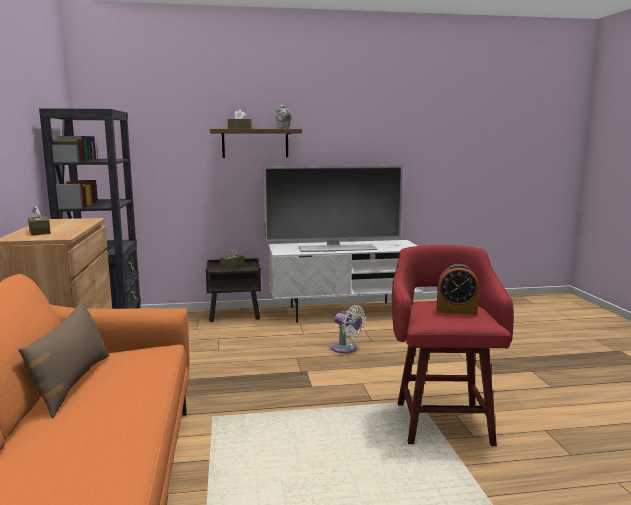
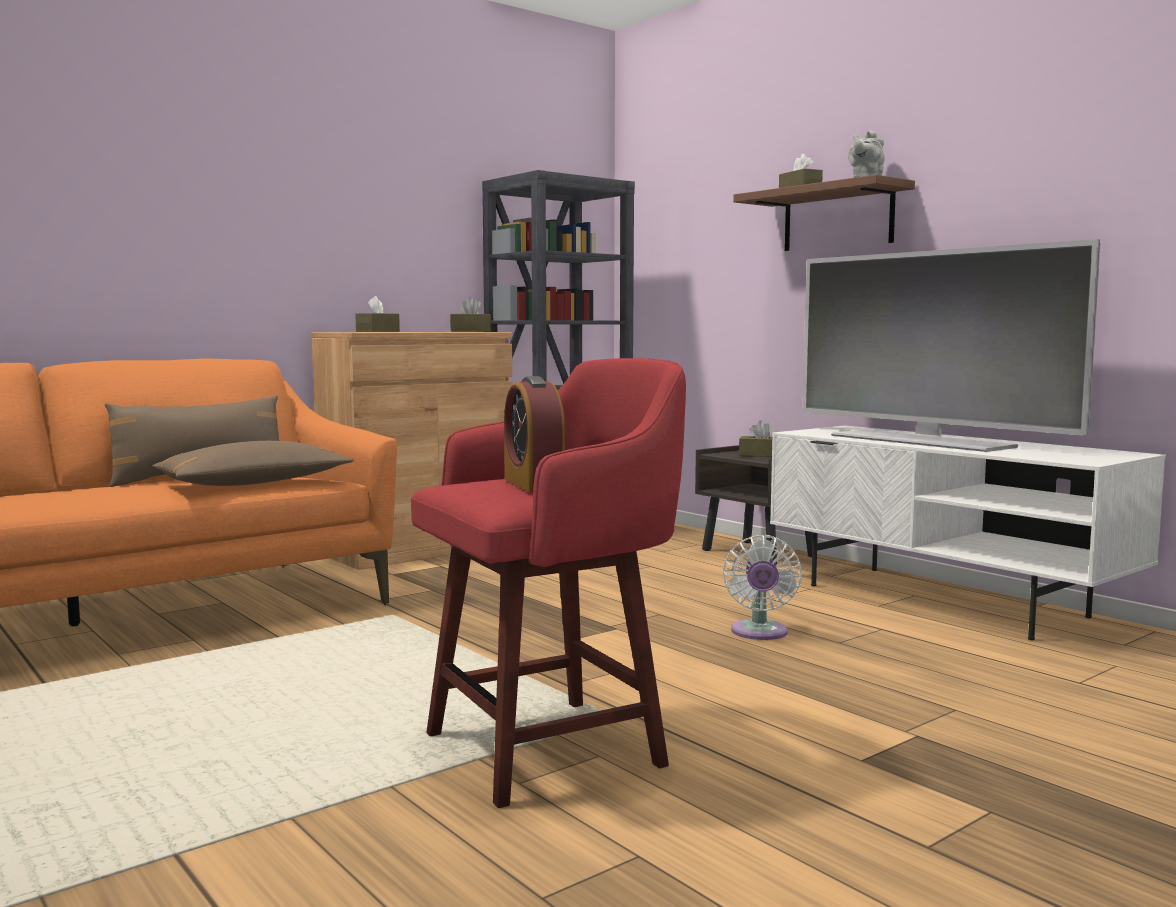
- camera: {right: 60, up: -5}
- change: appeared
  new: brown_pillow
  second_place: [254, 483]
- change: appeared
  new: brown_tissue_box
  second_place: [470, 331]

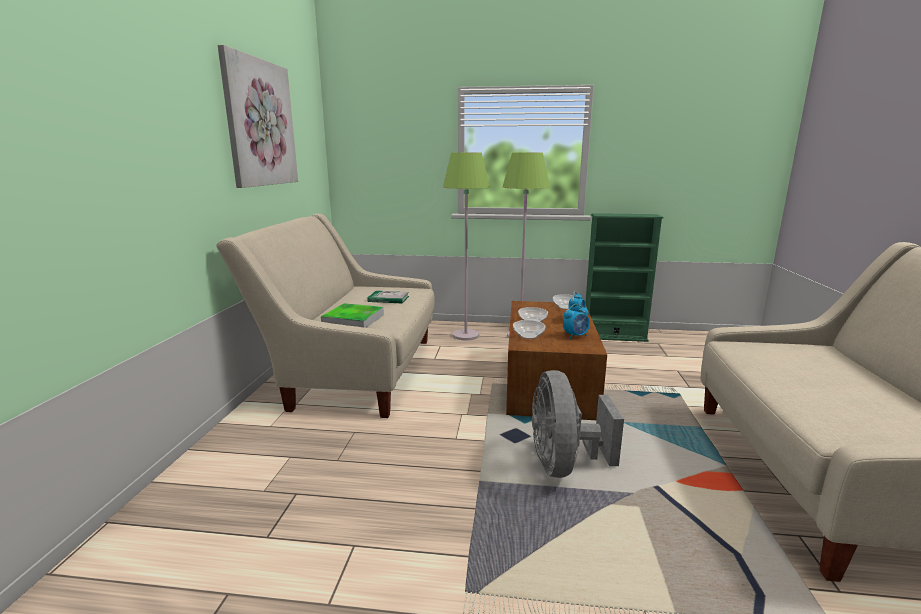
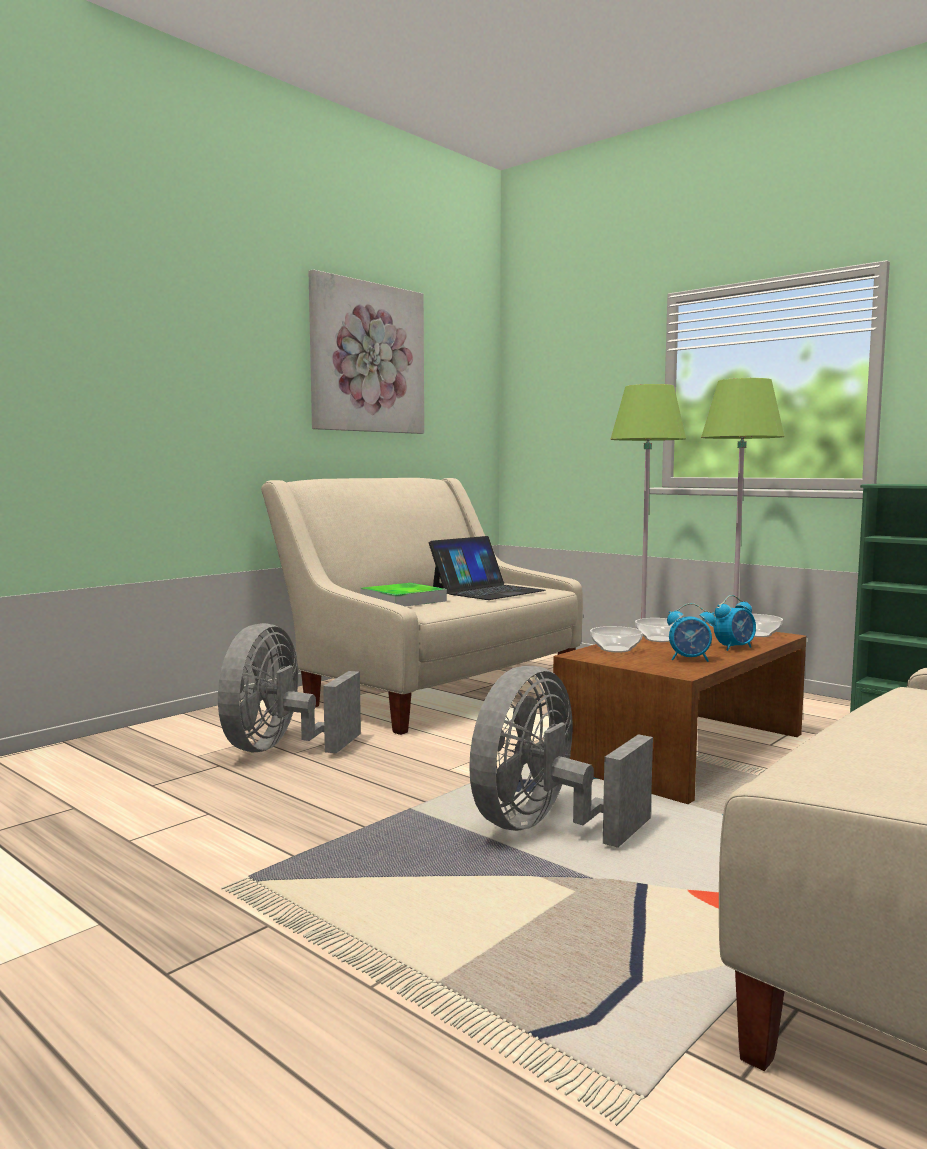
- camera: {right: 35, up: -10}
- change: appeared
  new: grey_fan
  second_place: [280, 749]
- change: exchanged
  old: book
  new: laptop
  first_place: [388, 299]
  second_place: [487, 591]

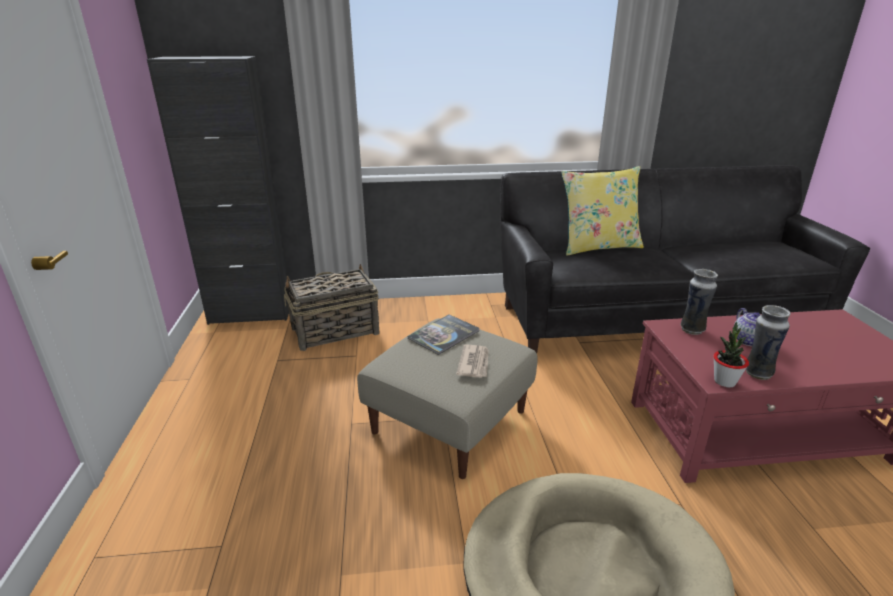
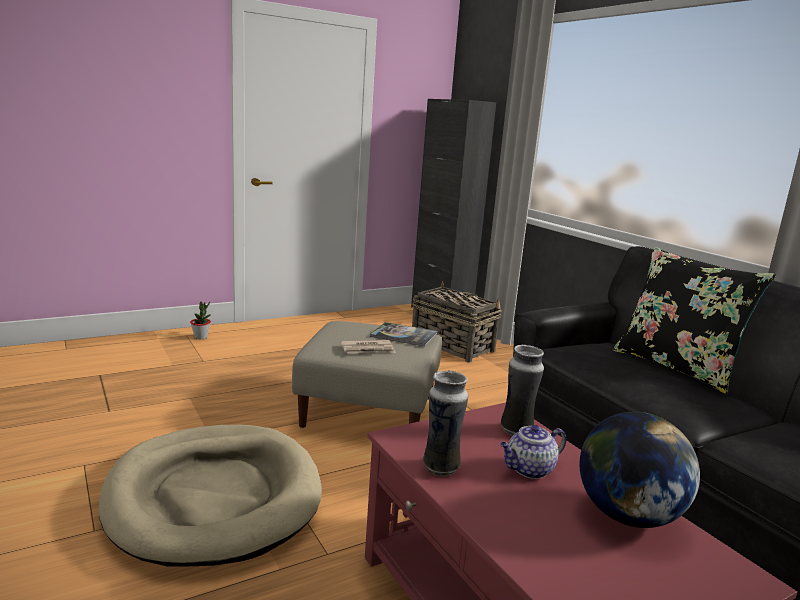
- camera: {right: 65, up: -10}
- change: relocated
  old: potted_plant
  first_place: [724, 381]
  second_place: [201, 337]
- change: appeared
  new: globe
  second_place: [627, 515]
- change: colour
  old: yellow_pillow
  new: black_pillow
  first_place: [598, 246]
  second_place: [676, 367]

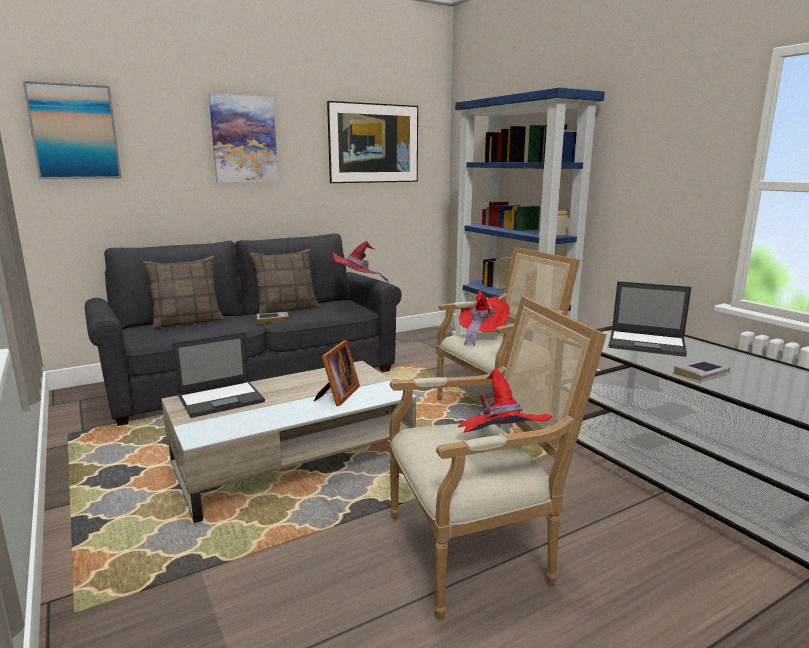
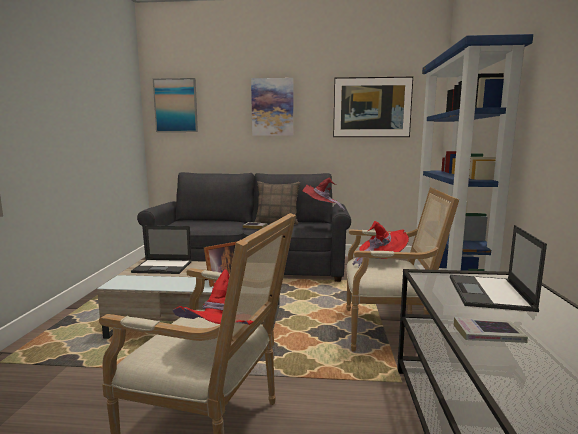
- camera: {right: 35, up: -5}
- change: spun
  old: laptop
  first_place: [647, 344]
  second_place: [490, 293]
  degrees: 45
- change: missing
  old: pillow
  first_place: [187, 322]

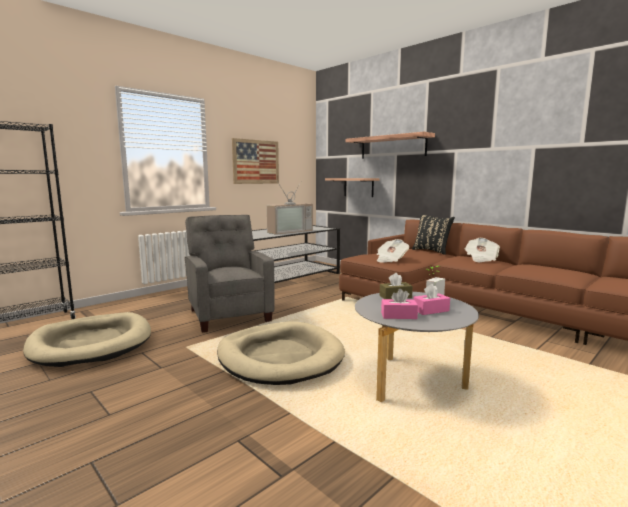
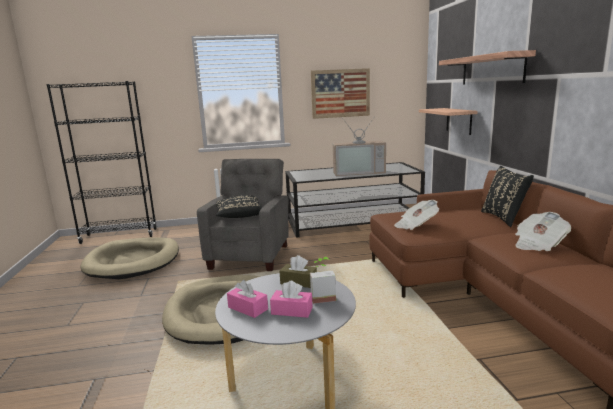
- camera: {right: 35, up: 5}
- change: appeared
  new: black_pillow
  second_place: [239, 216]

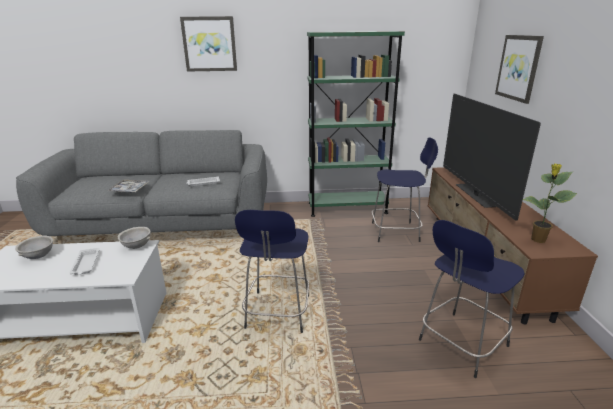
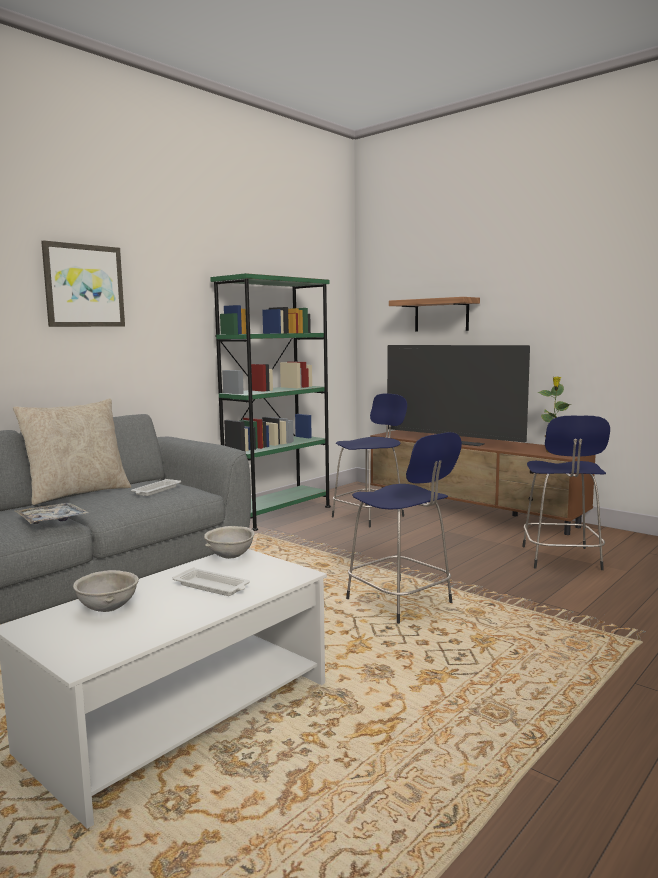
- camera: {right: -45, up: -15}
- change: appeared
  new: beige_pillow
  second_place: [77, 493]
- change: exchanged
  old: picture
  new: shelf
  first_place: [519, 67]
  second_place: [441, 315]

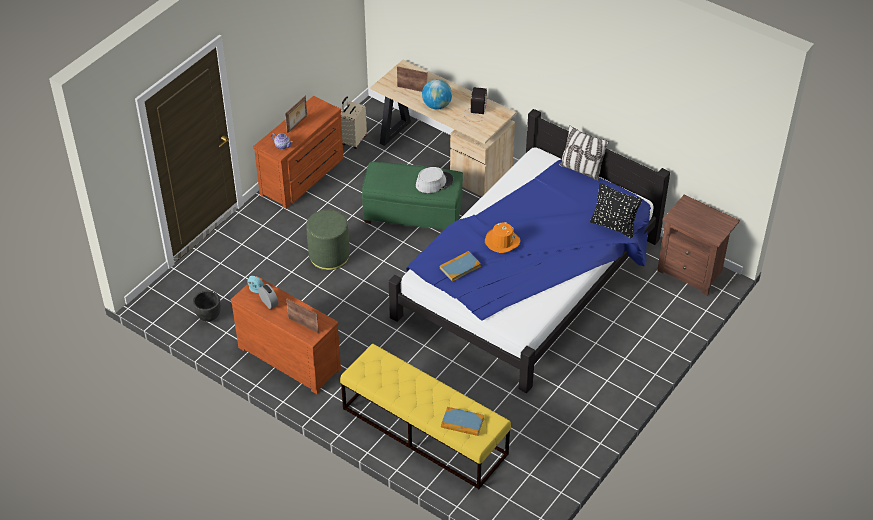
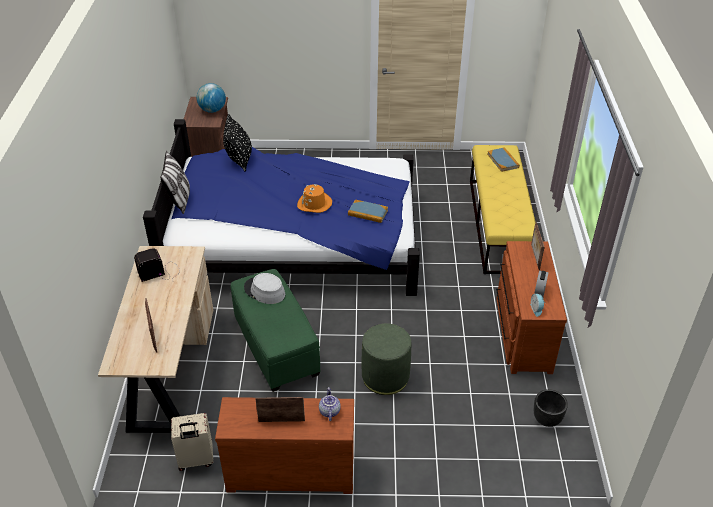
- camera: {right: -125, up: -5}
- change: relocated
  old: globe
  first_place: [437, 105]
  second_place: [212, 110]

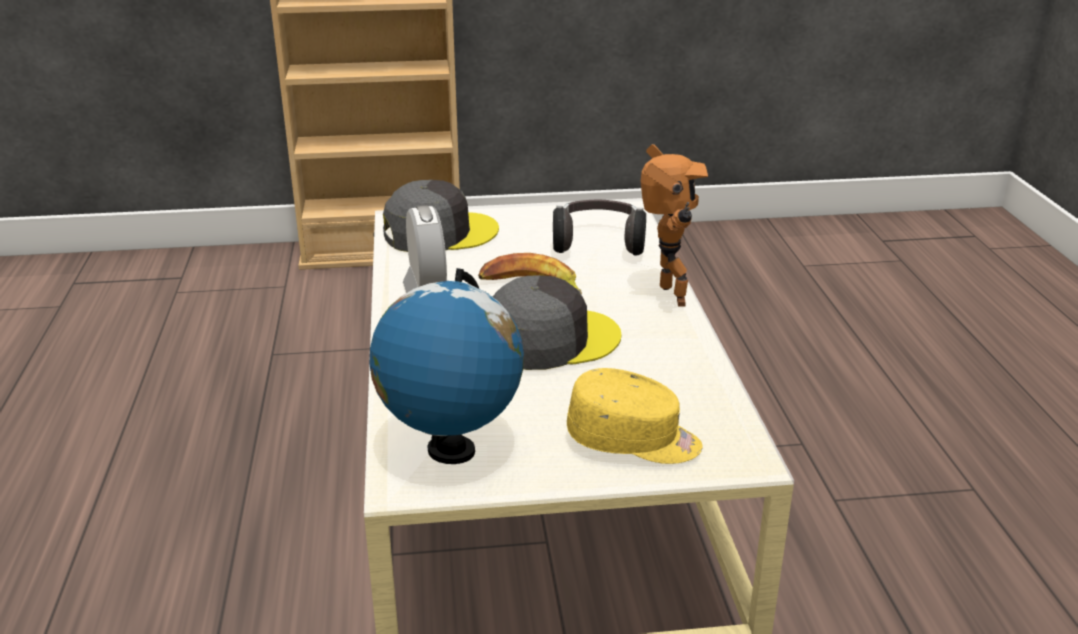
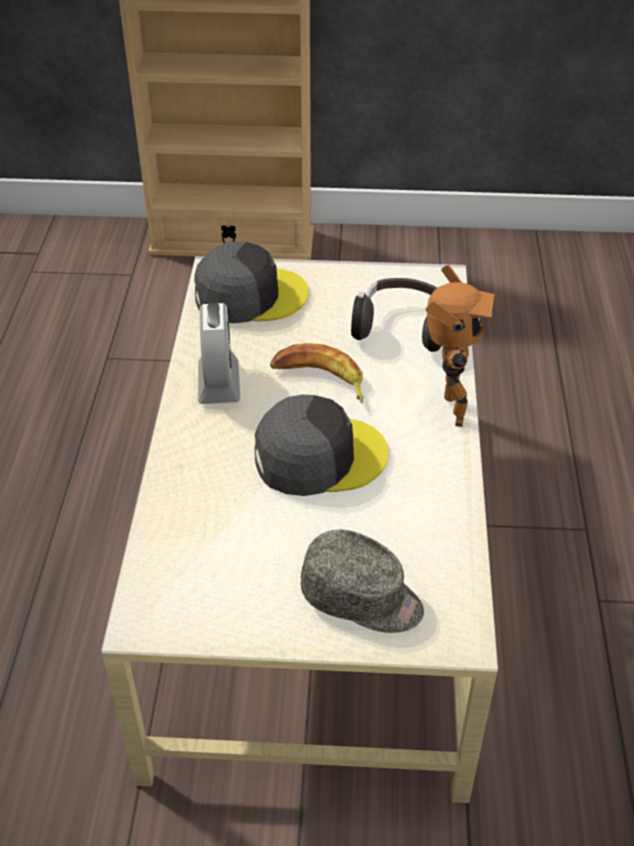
- camera: {right: 10, up: 15}
- change: colour
  old: yellow_cap
  new: grey_cap
  first_place: [634, 441]
  second_place: [362, 598]
- change: missing
  old: globe
  first_place: [450, 451]

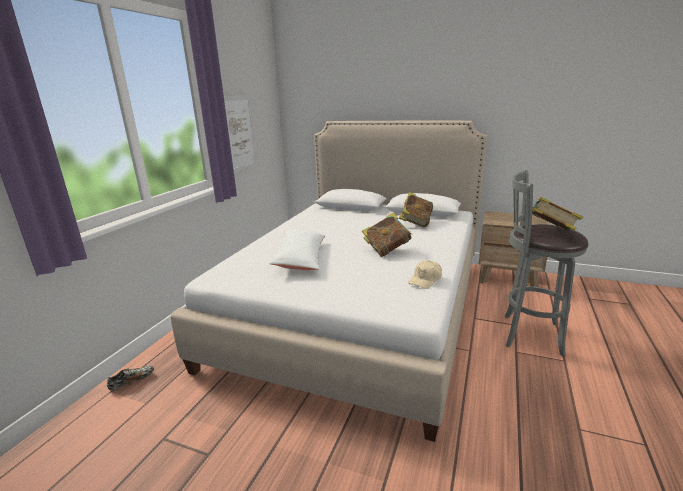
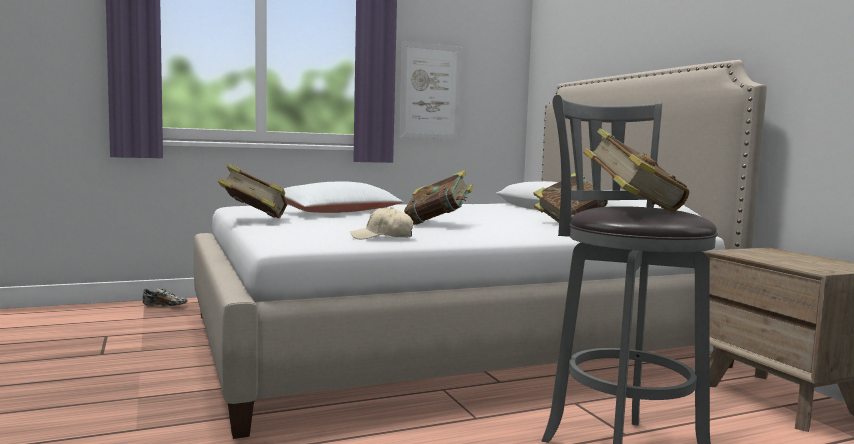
- camera: {right: 45, up: -15}
- change: appeared
  new: book
  second_place: [254, 219]

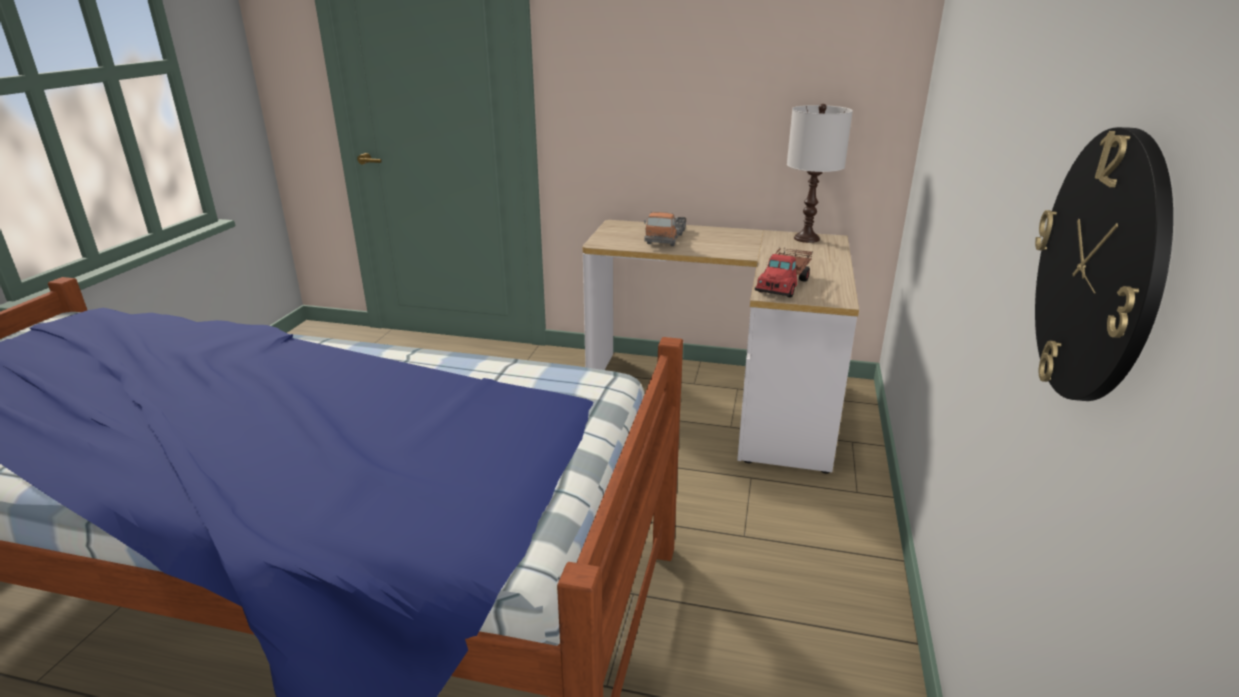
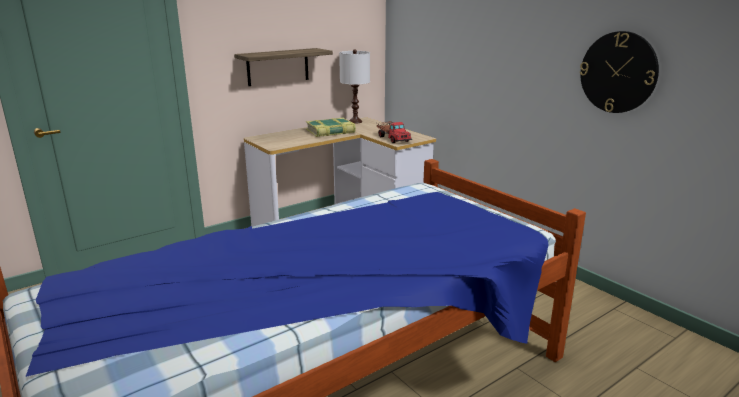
- camera: {right: -50, up: -5}
- change: appeared
  new: shelf
  second_place: [278, 67]
- change: appeared
  new: book
  second_place: [330, 132]
- change: missing
  old: toy_truck
  first_place: [665, 238]

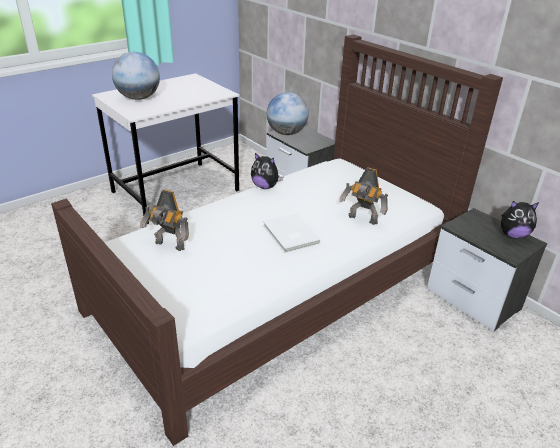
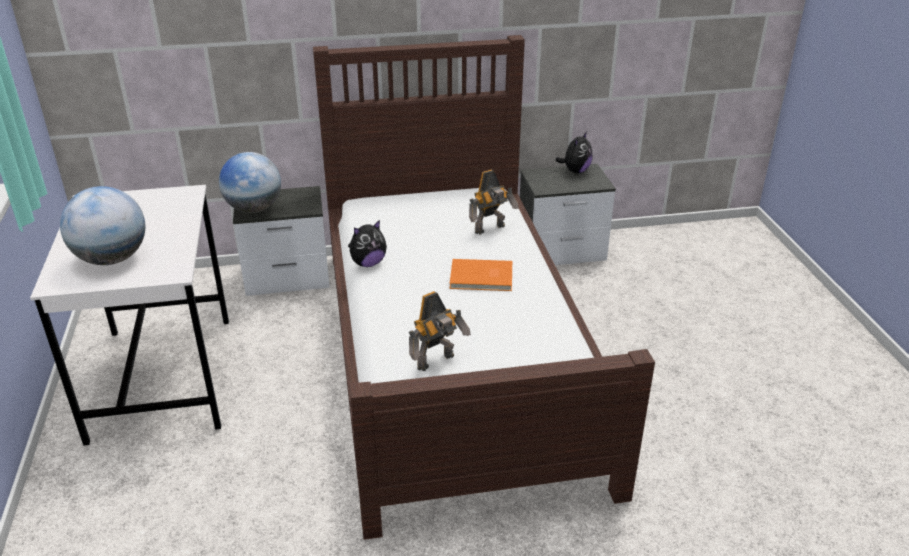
- camera: {right: -60, up: 0}
- change: colour
  old: white_book
  new: orange_book
  first_place: [289, 235]
  second_place: [482, 278]

